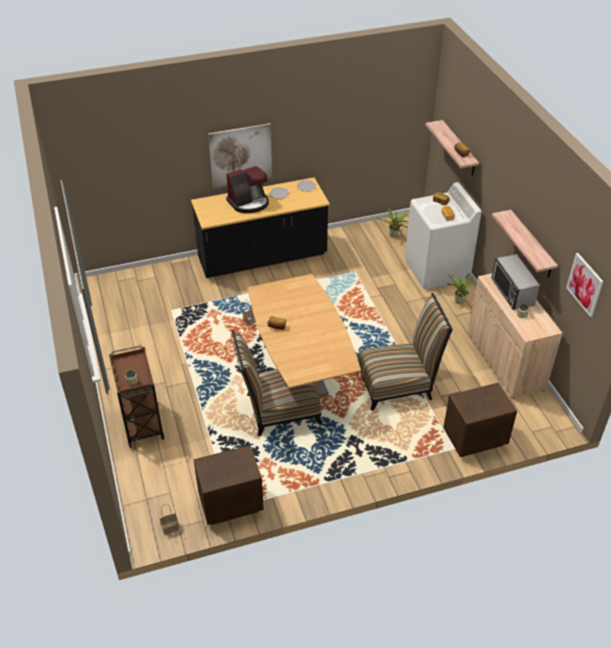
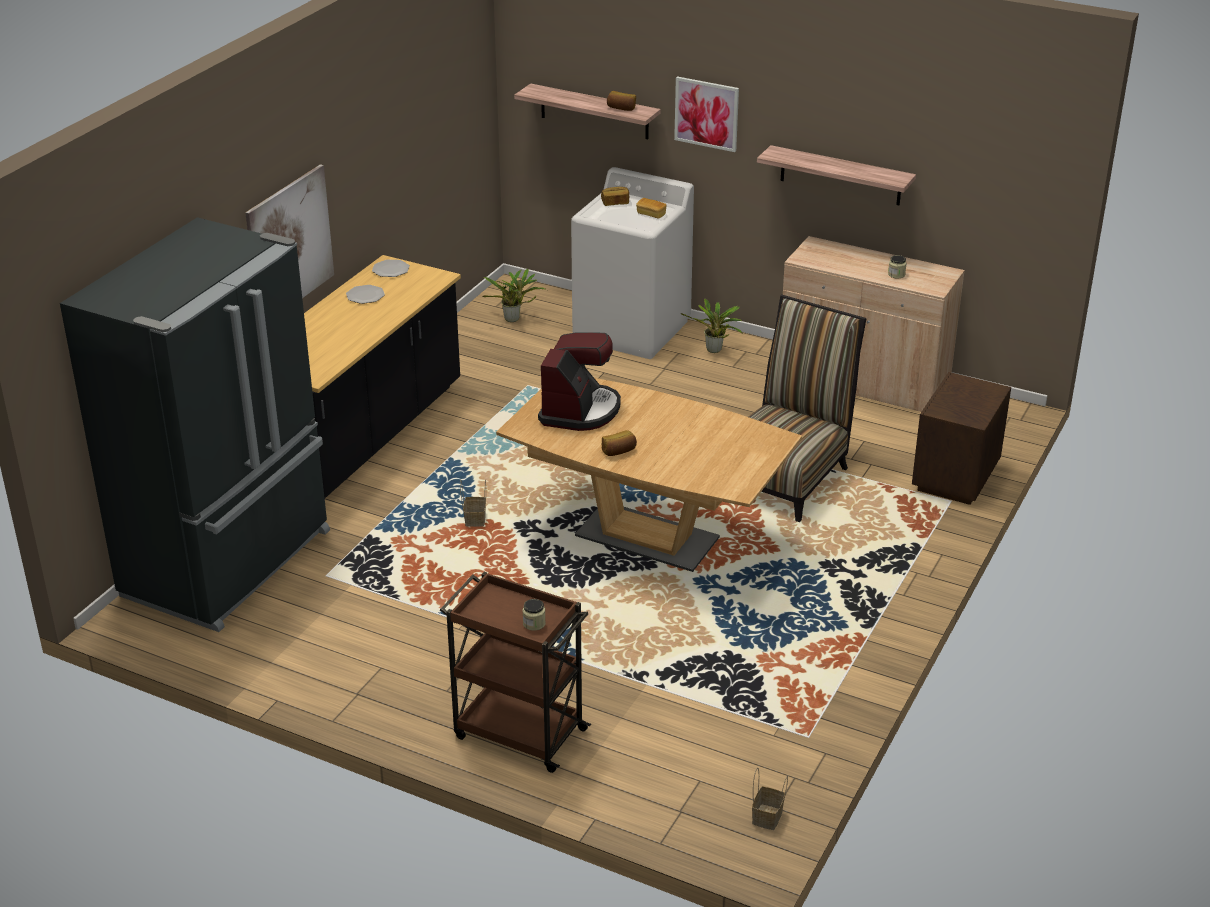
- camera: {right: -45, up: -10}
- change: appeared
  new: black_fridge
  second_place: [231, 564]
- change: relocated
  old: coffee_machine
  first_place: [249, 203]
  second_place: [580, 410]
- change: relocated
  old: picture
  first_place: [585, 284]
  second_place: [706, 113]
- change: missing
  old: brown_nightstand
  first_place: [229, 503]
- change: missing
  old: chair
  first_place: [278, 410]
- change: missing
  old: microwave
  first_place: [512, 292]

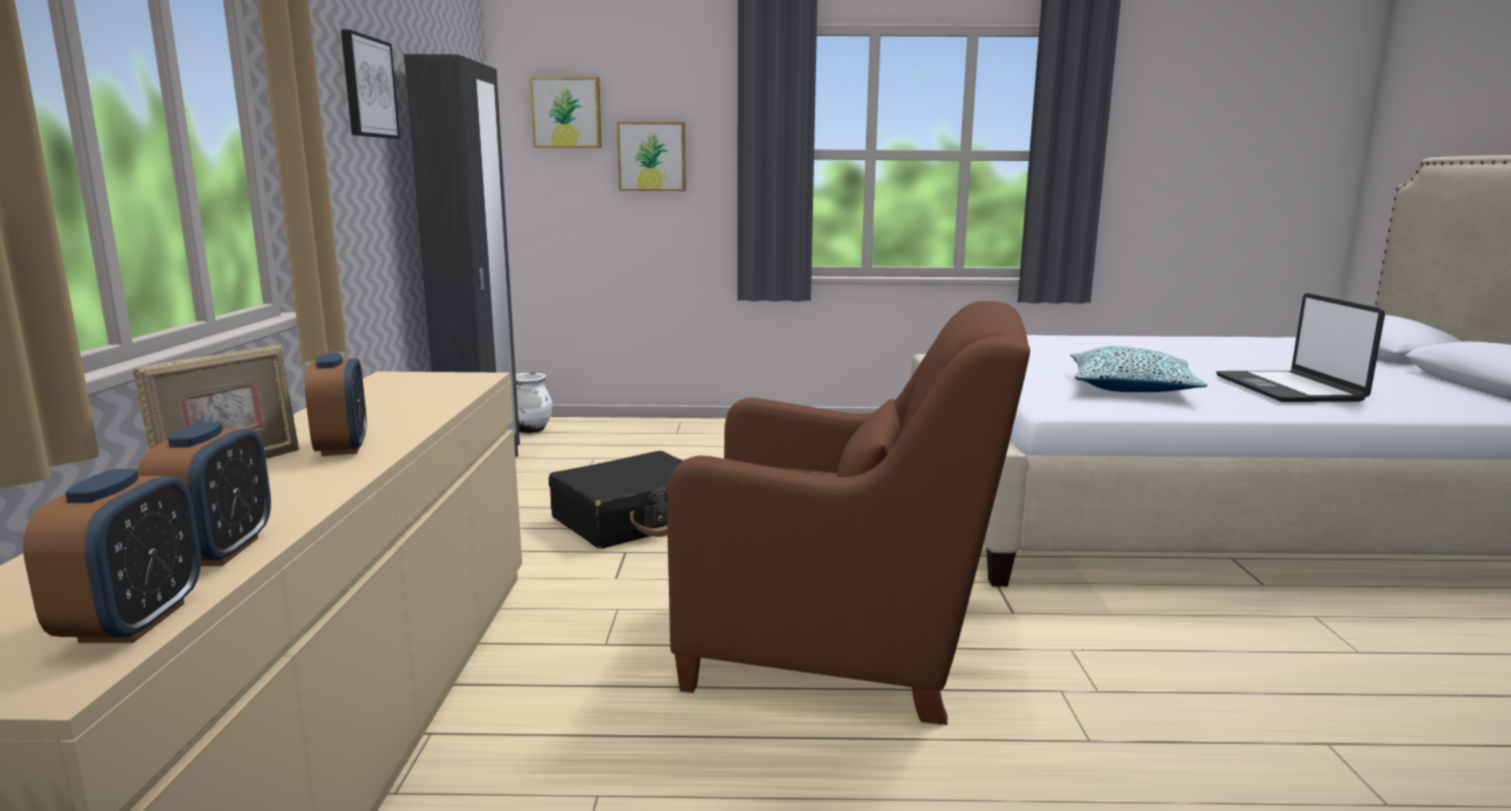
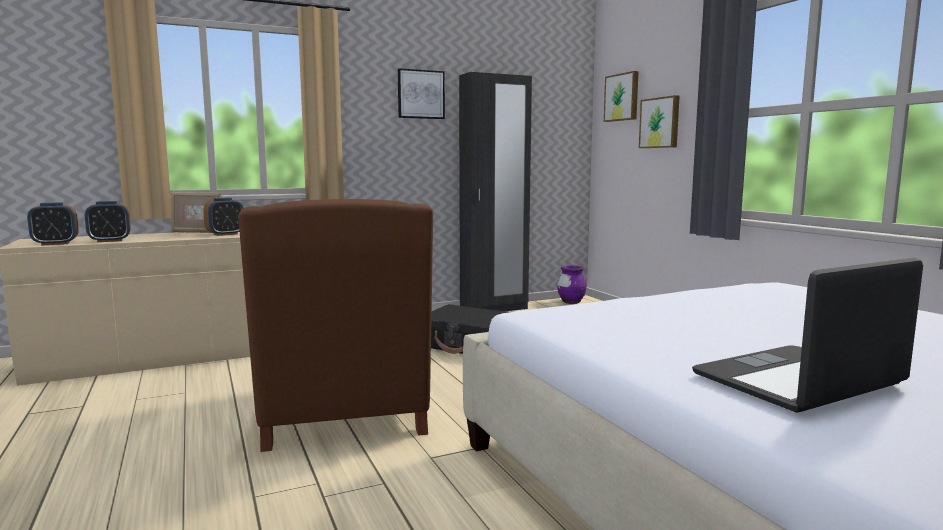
- camera: {right: 65, up: -5}
- change: colour
  old: white_vase
  new: purple_vase
  first_place: [530, 430]
  second_place: [571, 302]
- change: missing
  old: pillow
  first_place: [1131, 388]

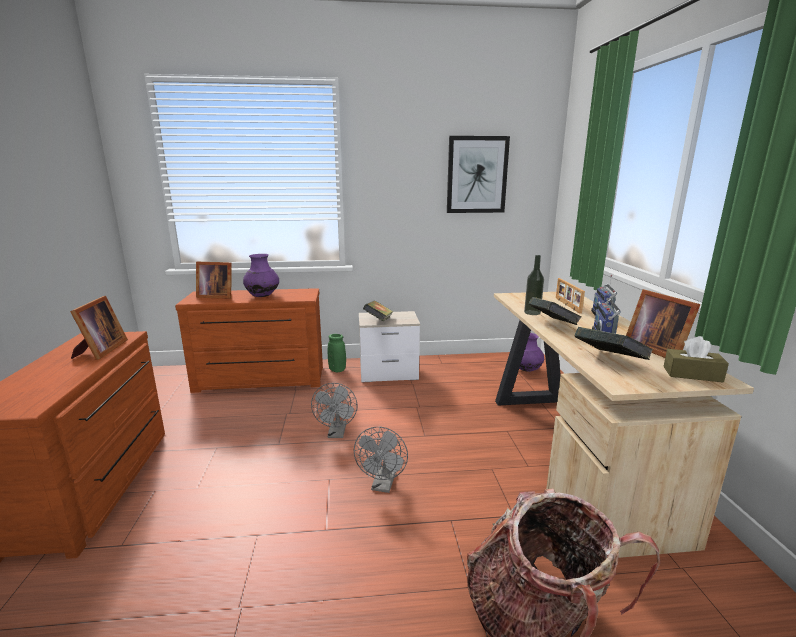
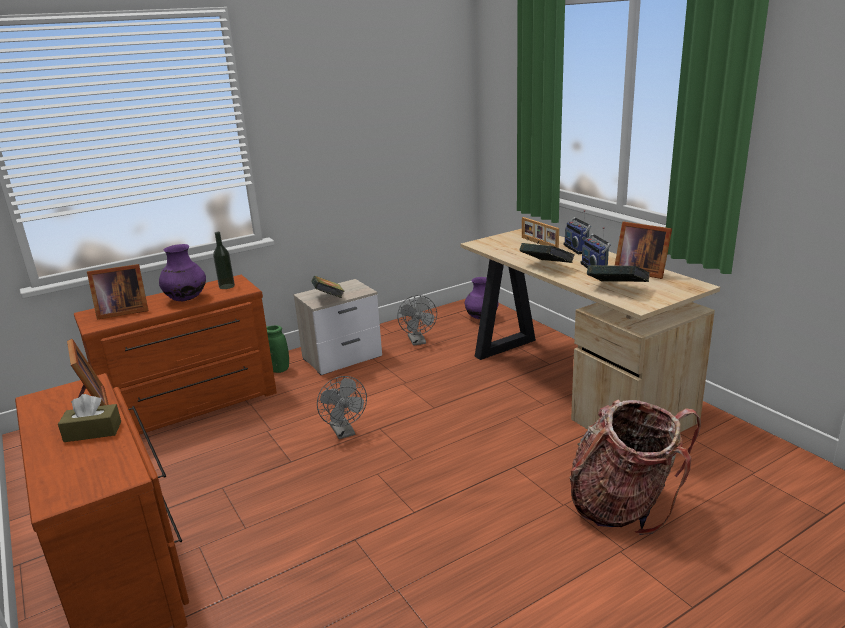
- camera: {right: -25, up: 5}
- change: relocated
  old: brown_tissue_box
  first_place: [692, 374]
  second_place: [93, 432]
- change: relocated
  old: bottle
  first_place: [532, 312]
  second_place: [227, 286]
- change: relocated
  old: grey_fan
  first_place: [383, 485]
  second_place: [418, 342]
- change: missing
  old: picture
  first_place: [477, 175]

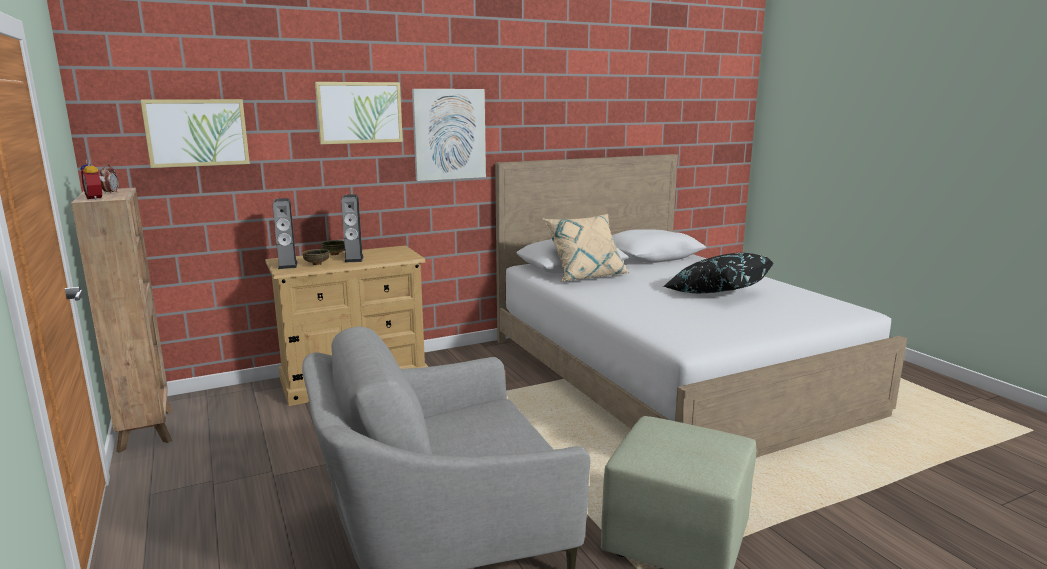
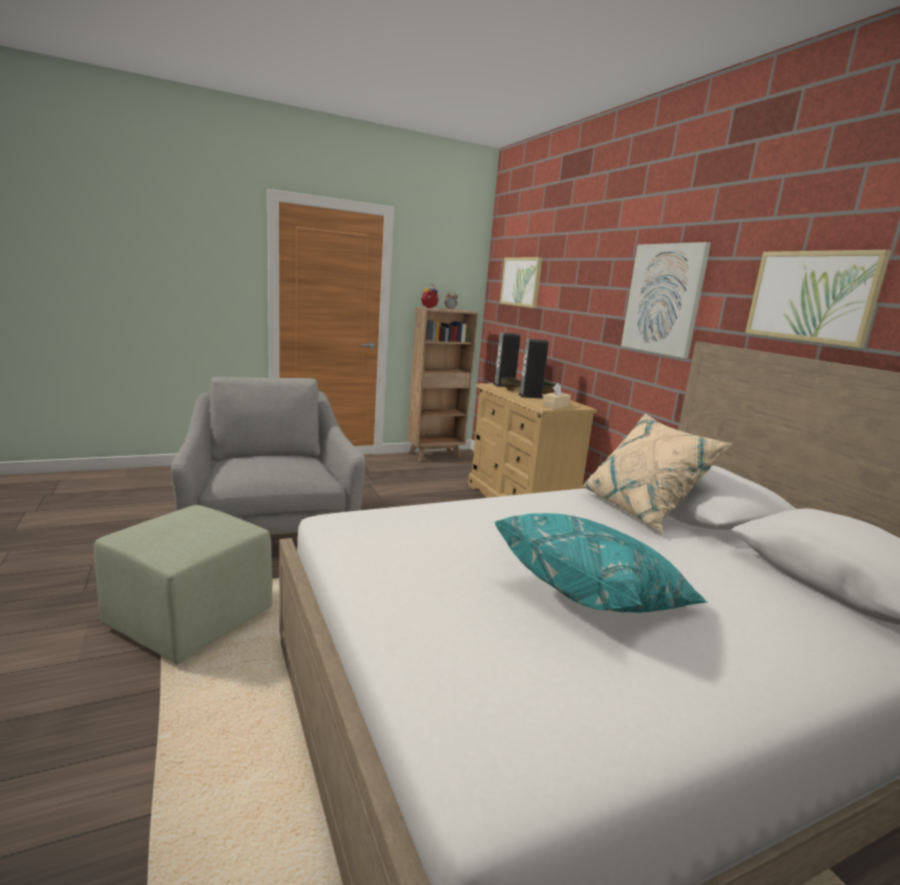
- camera: {right: 90, up: 0}
- change: colour
  old: black_pillow
  new: turquoise_pillow
  first_place: [716, 292]
  second_place: [595, 595]
- change: appeared
  new: beige_tissue_box
  second_place: [555, 406]
- change: relocated
  old: picture
  first_place: [359, 112]
  second_place: [812, 296]

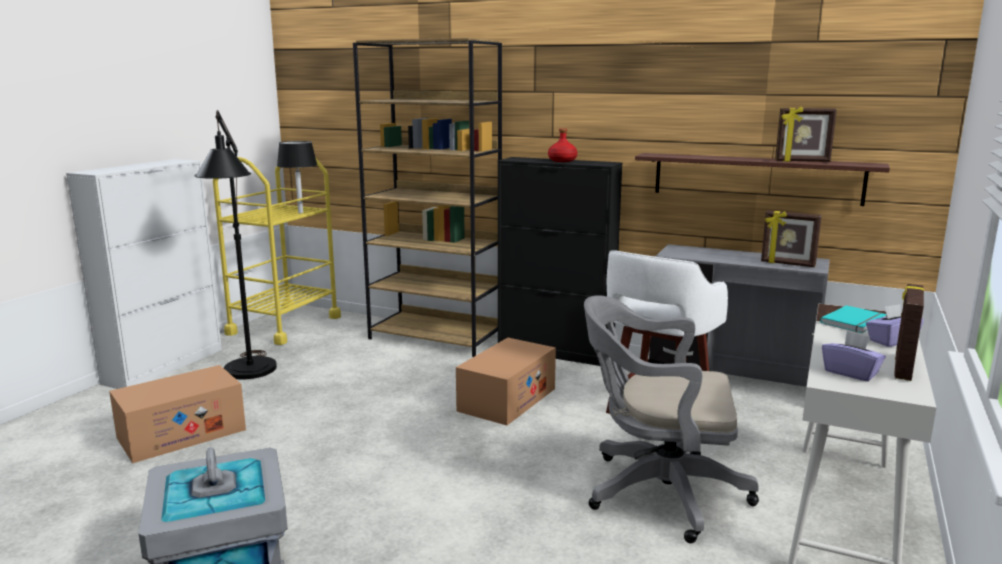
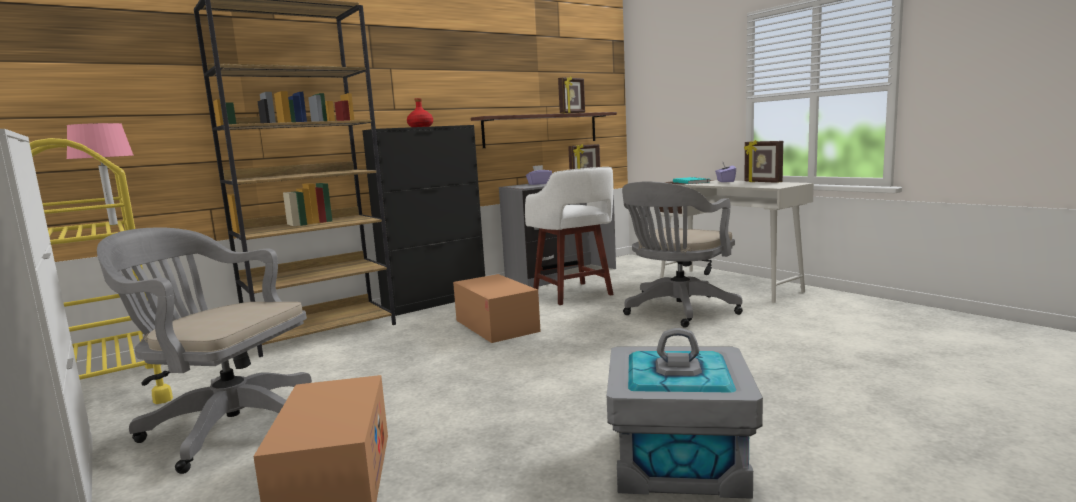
- camera: {right: -60, up: -5}
- change: colour
  old: black_table_lamp
  new: pink_table_lamp
  first_place: [300, 213]
  second_place: [114, 224]
- change: exchanged
  old: black_floor_lamp
  new: grey_office_chair
  first_place: [249, 375]
  second_place: [227, 426]
- change: relocated
  old: purple_tissue_box
  first_place: [850, 373]
  second_place: [539, 184]

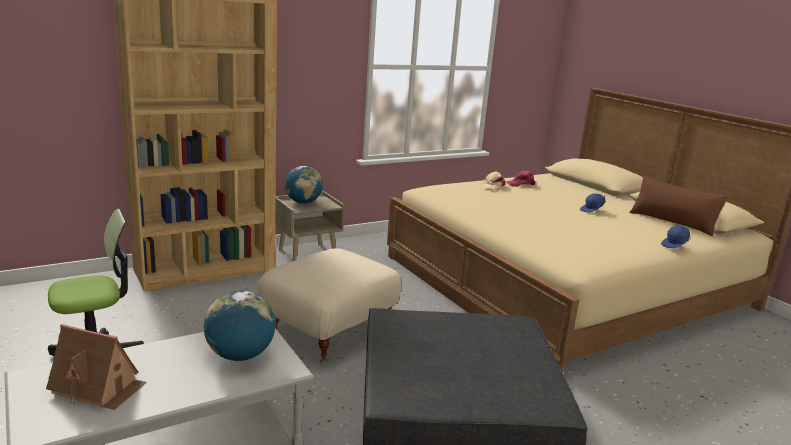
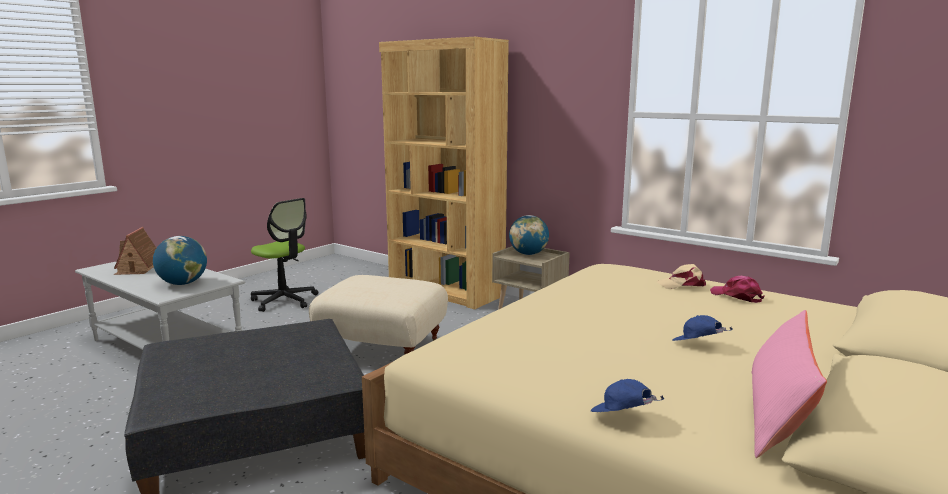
- camera: {right: 70, up: -5}
- change: colour
  old: brown_pillow
  new: pink_pillow
  first_place: [672, 222]
  second_place: [777, 414]

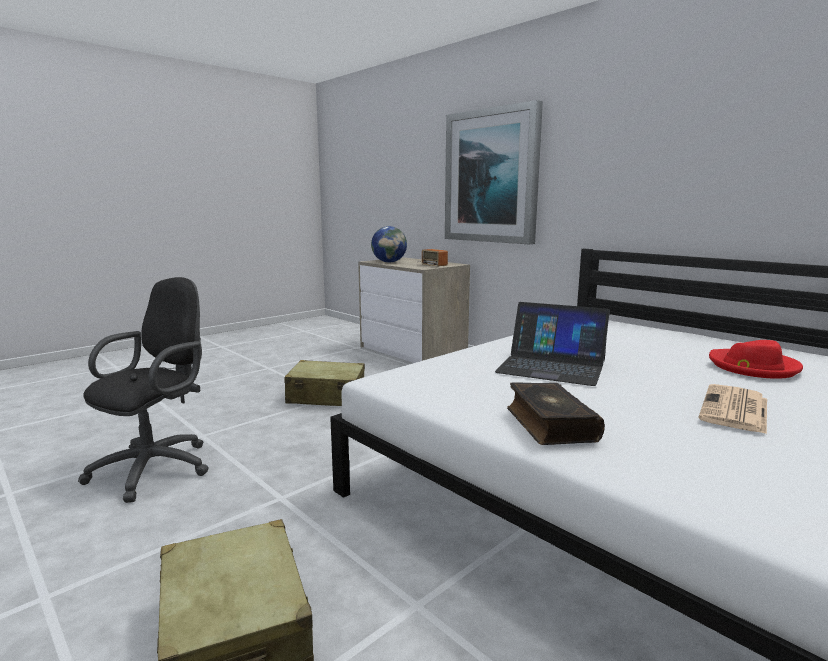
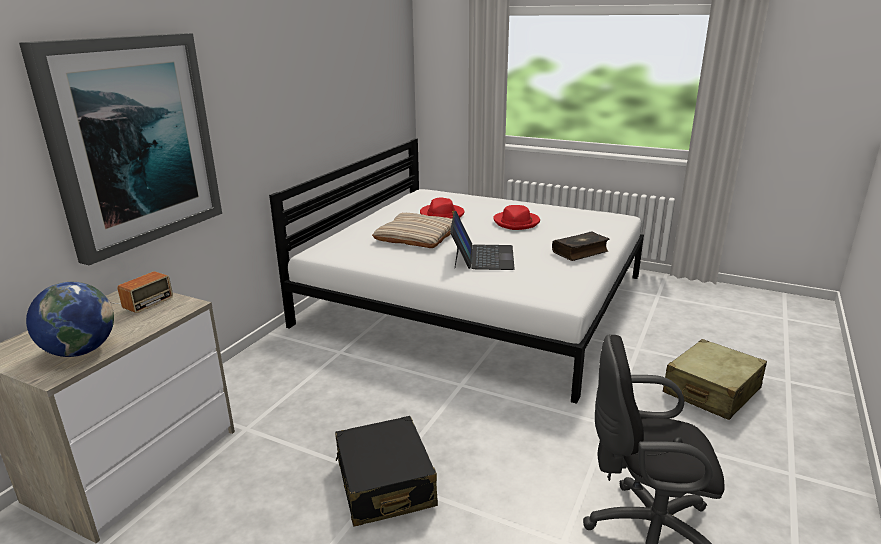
- camera: {right: -110, up: 10}
- change: colour
  old: beige_suitcase
  new: black_suitcase
  first_place: [326, 396]
  second_place: [385, 484]
- change: appeared
  new: beige_pillow
  second_place: [417, 236]
- change: exchanged
  old: newspaper
  new: red_hat
  first_place: [735, 410]
  second_place: [516, 222]

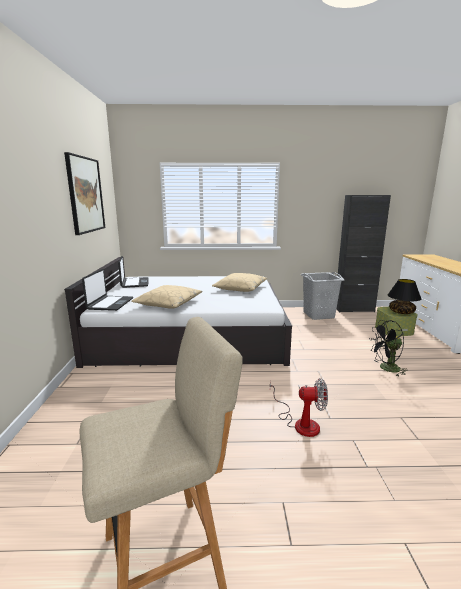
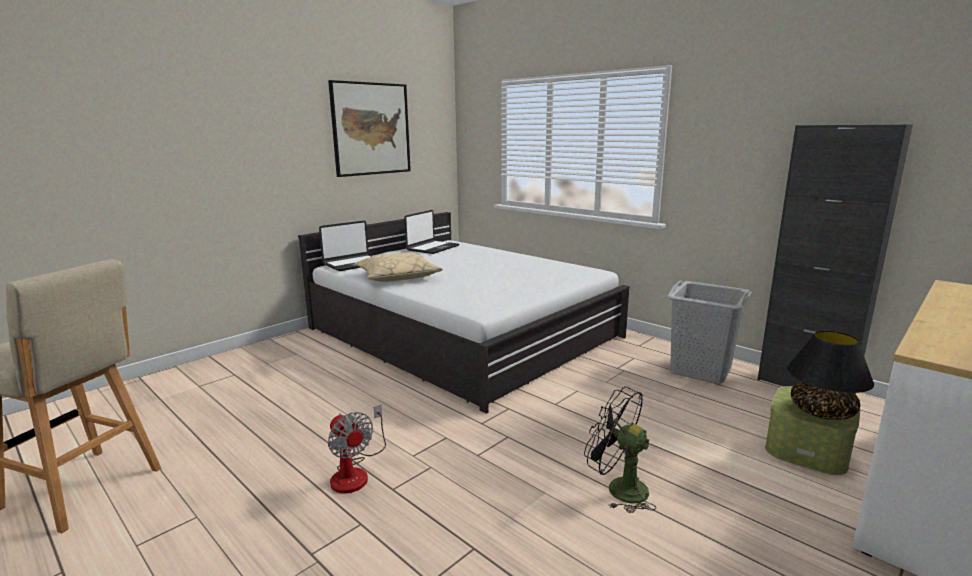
- camera: {right: 45, up: 0}
- change: missing
  old: beige_pillow
  first_place: [240, 288]

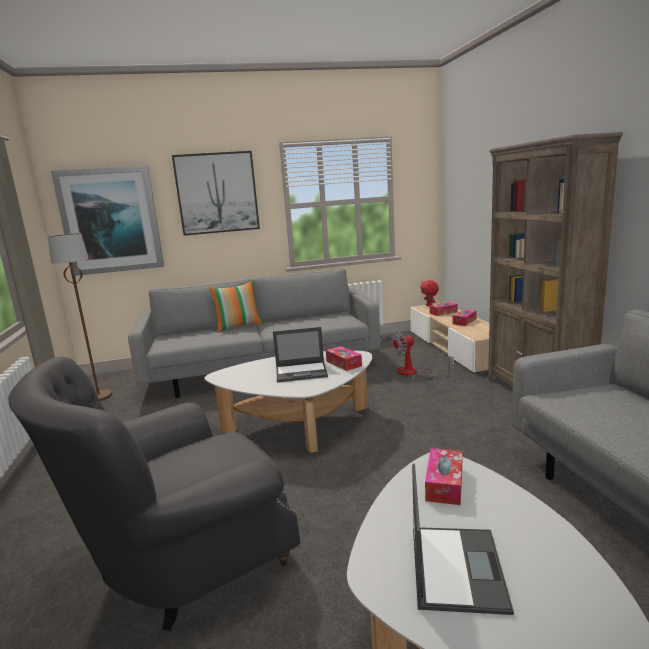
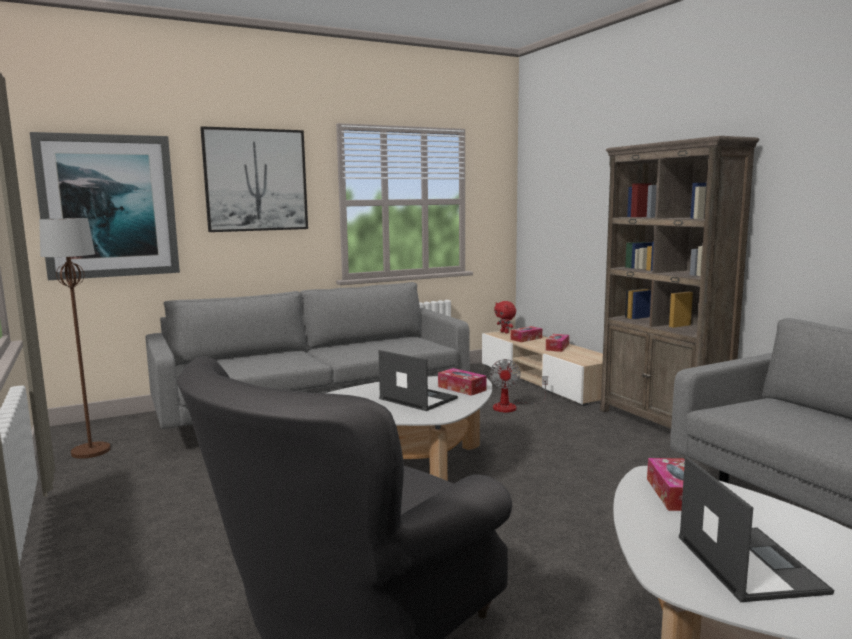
- camera: {right: -15, up: -5}
- change: spun
  old: laptop
  first_place: [302, 372]
  second_place: [417, 398]
  degrees: -120
- change: spun
  old: fan
  first_place: [414, 372]
  second_place: [512, 406]
  degrees: -45
- change: missing
  old: pillow
  first_place: [239, 326]

